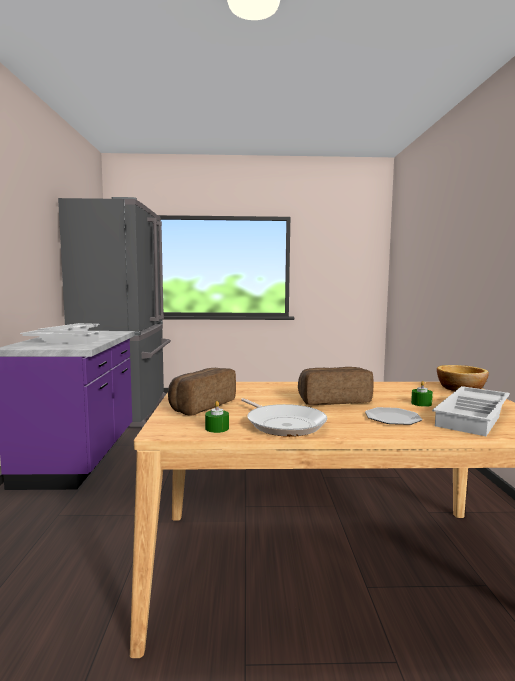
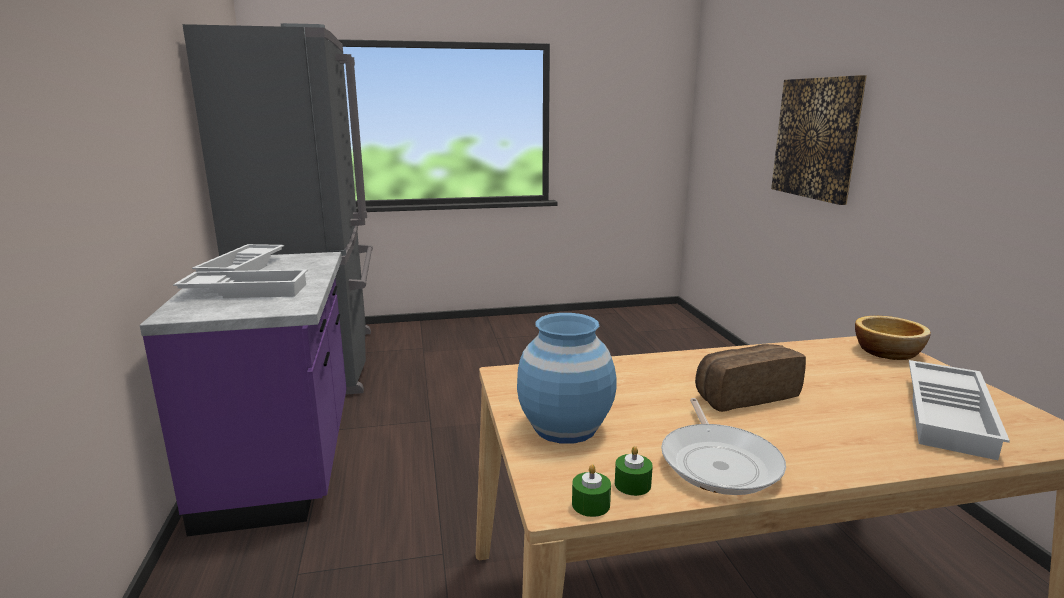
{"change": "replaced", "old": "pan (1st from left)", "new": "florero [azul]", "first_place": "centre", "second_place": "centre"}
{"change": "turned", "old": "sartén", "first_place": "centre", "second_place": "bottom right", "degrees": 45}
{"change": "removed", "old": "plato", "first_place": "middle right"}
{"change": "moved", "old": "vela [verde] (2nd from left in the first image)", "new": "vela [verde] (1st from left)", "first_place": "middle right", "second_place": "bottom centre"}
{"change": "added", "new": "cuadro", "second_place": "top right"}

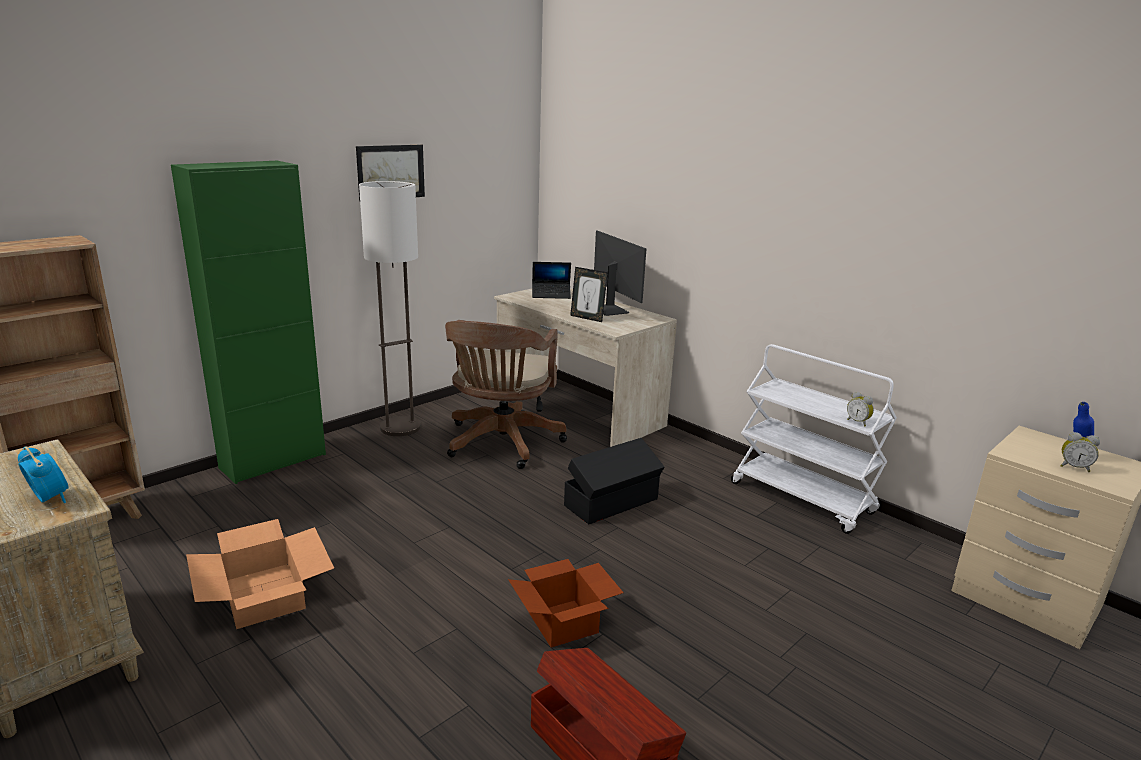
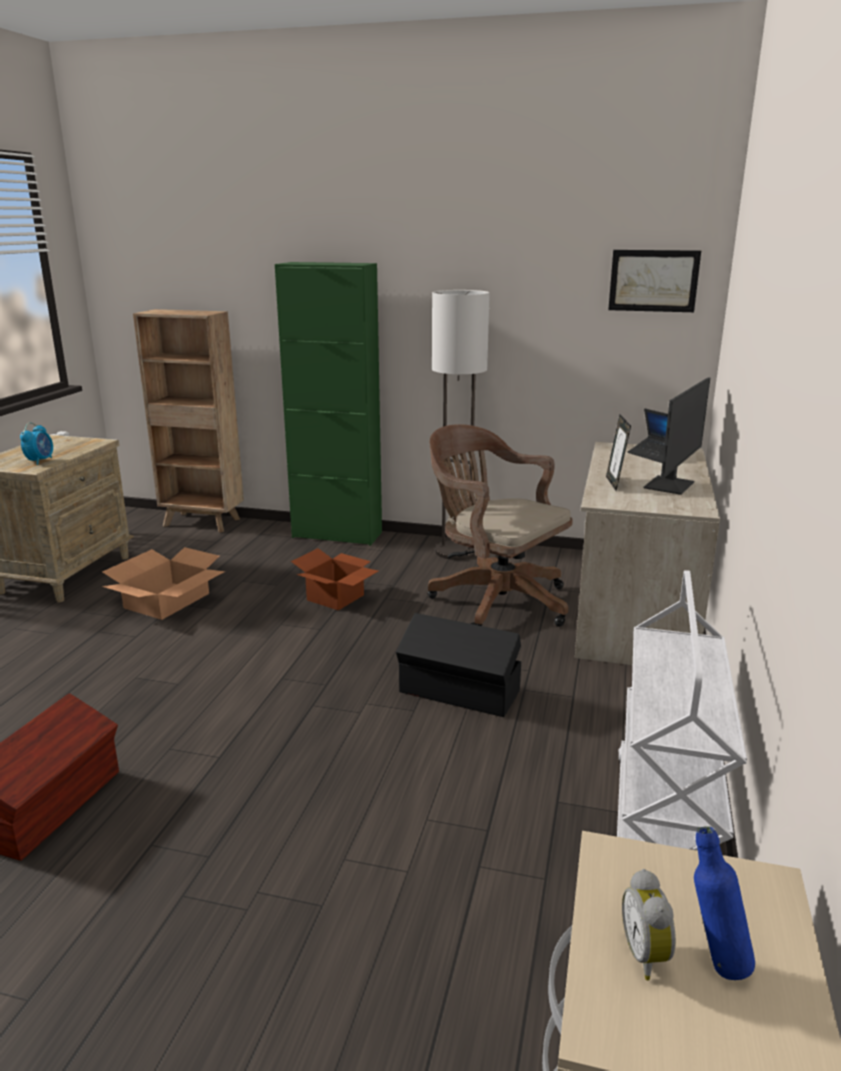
{"change": "moved", "old": "cuadro", "first_place": "top centre", "second_place": "top right"}
{"change": "turned", "old": "silla de oficina [marrón]", "first_place": "centre", "second_place": "centre", "degrees": 60}
{"change": "moved", "old": "caja de cartón (2nd from left)", "first_place": "bottom centre", "second_place": "centre"}
{"change": "removed", "old": "despertador (2nd from left)", "first_place": "middle right"}

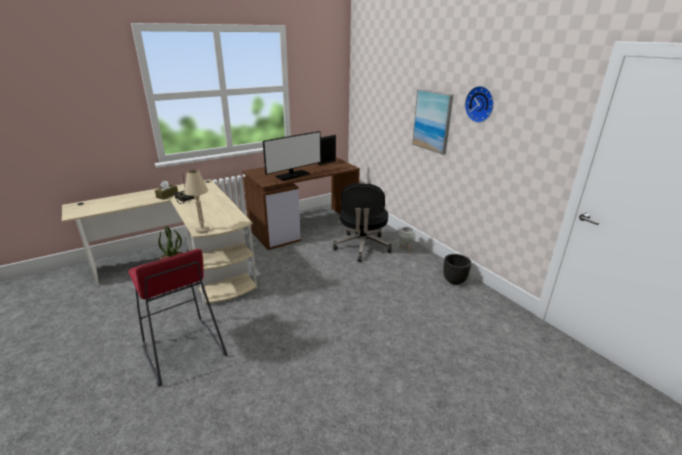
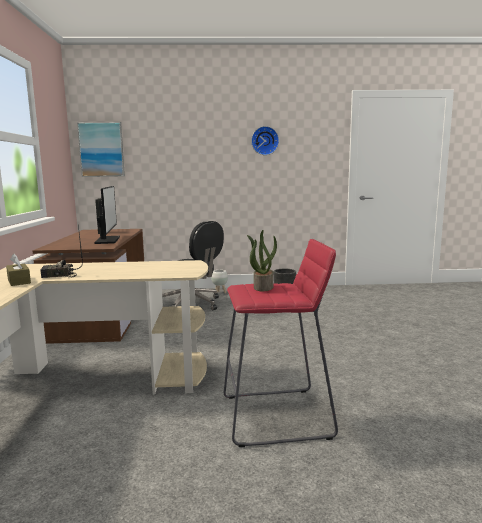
{"change": "removed", "old": "lámpara de mesa [beis]", "first_place": "middle left"}
{"change": "moved", "old": "cuadro", "first_place": "top centre", "second_place": "top left"}

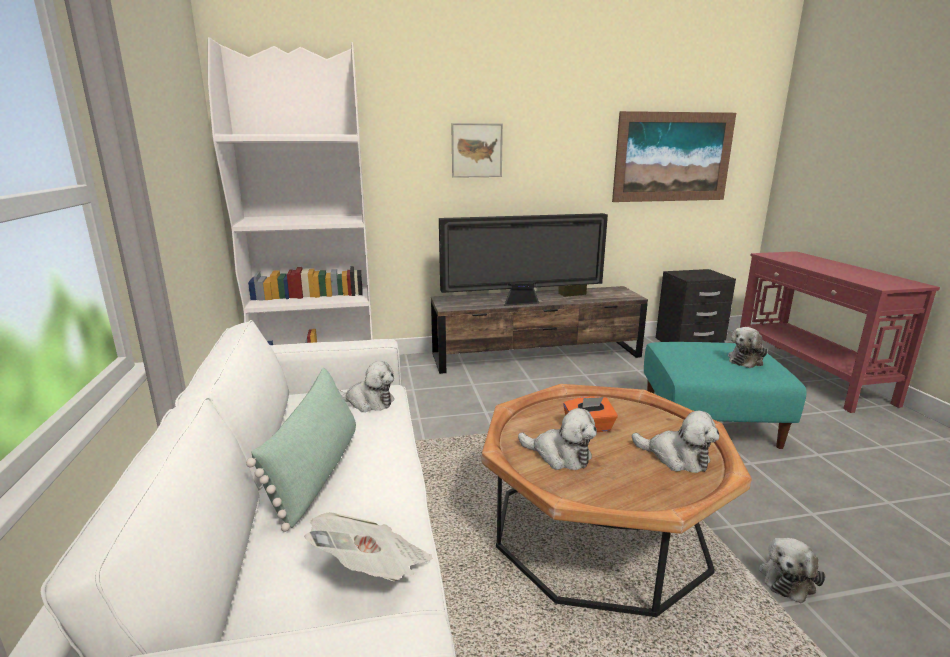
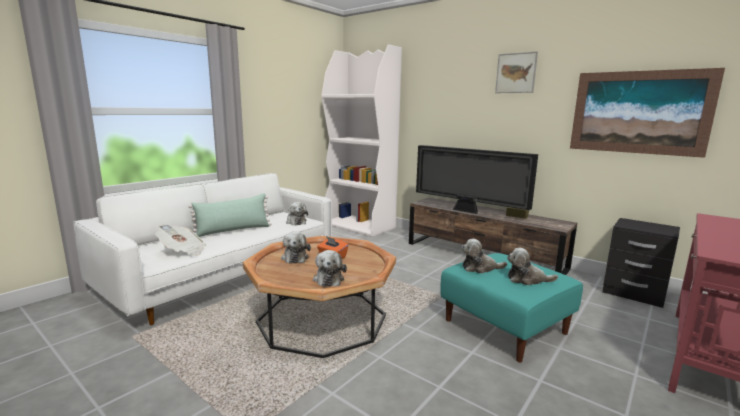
{"change": "moved", "old": "cuadro (1st from left)", "first_place": "top centre", "second_place": "top right"}
{"change": "moved", "old": "peluche (5th from left in the first image)", "new": "peluche (4th from left)", "first_place": "bottom right", "second_place": "centre"}

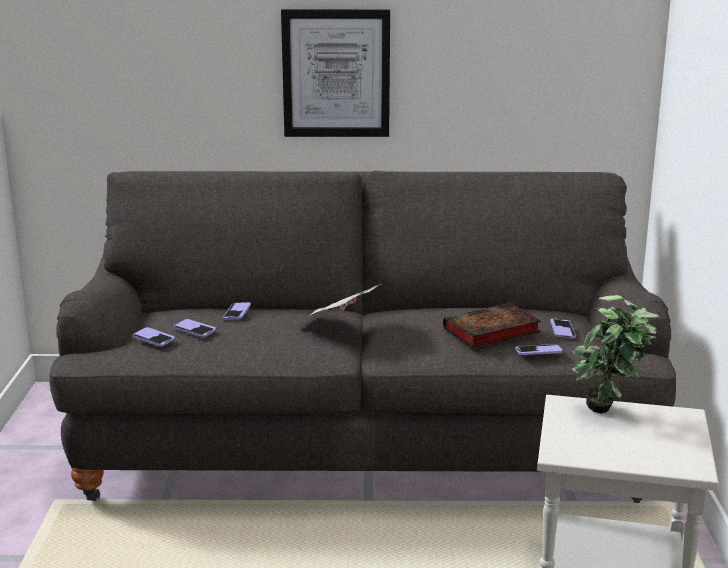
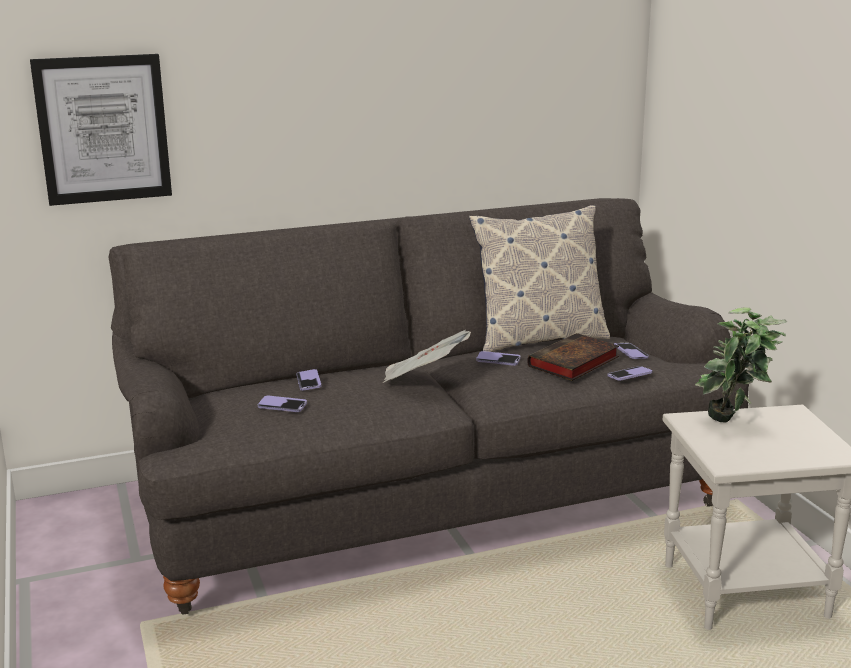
{"change": "moved", "old": "móvil (1st from left in the first image)", "new": "móvil (3rd from left)", "first_place": "middle left", "second_place": "centre"}
{"change": "moved", "old": "cuadro", "first_place": "top centre", "second_place": "top left"}
{"change": "added", "new": "cojín", "second_place": "centre"}

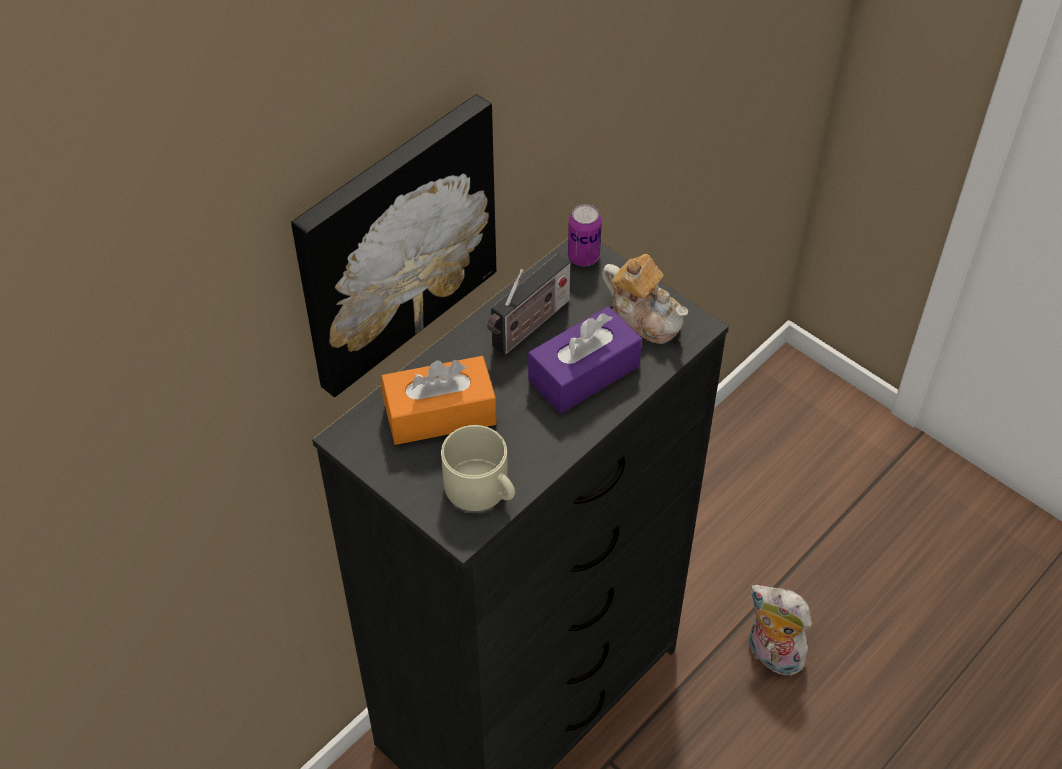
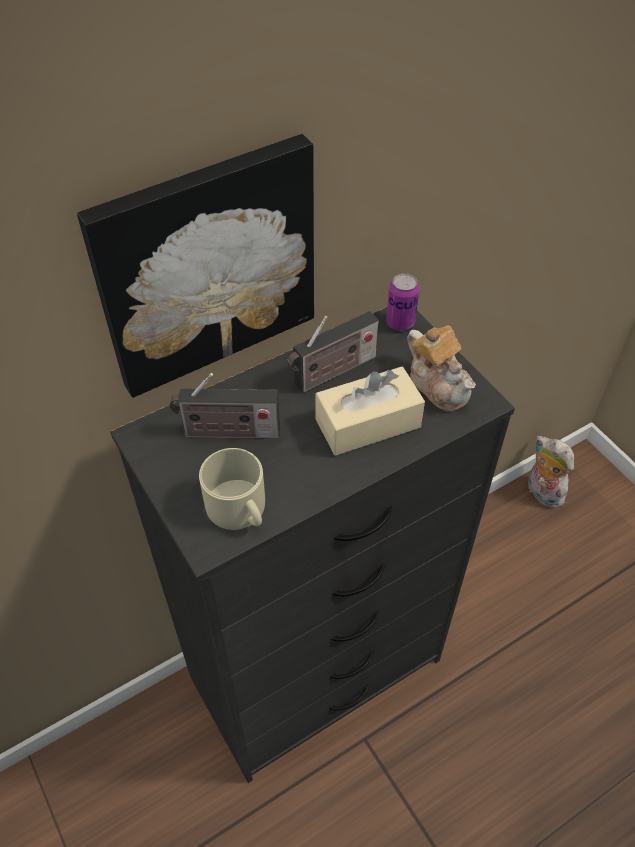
{"change": "replaced", "old": "caja de pañuelos [naranja]", "new": "radio (1st from left)", "first_place": "centre", "second_place": "centre"}
{"change": "recoloured", "old": "caja de pañuelos [morado]", "new": "caja de pañuelos [beis]", "first_place": "centre", "second_place": "centre"}
{"change": "moved", "old": "peluche", "first_place": "bottom right", "second_place": "middle right"}

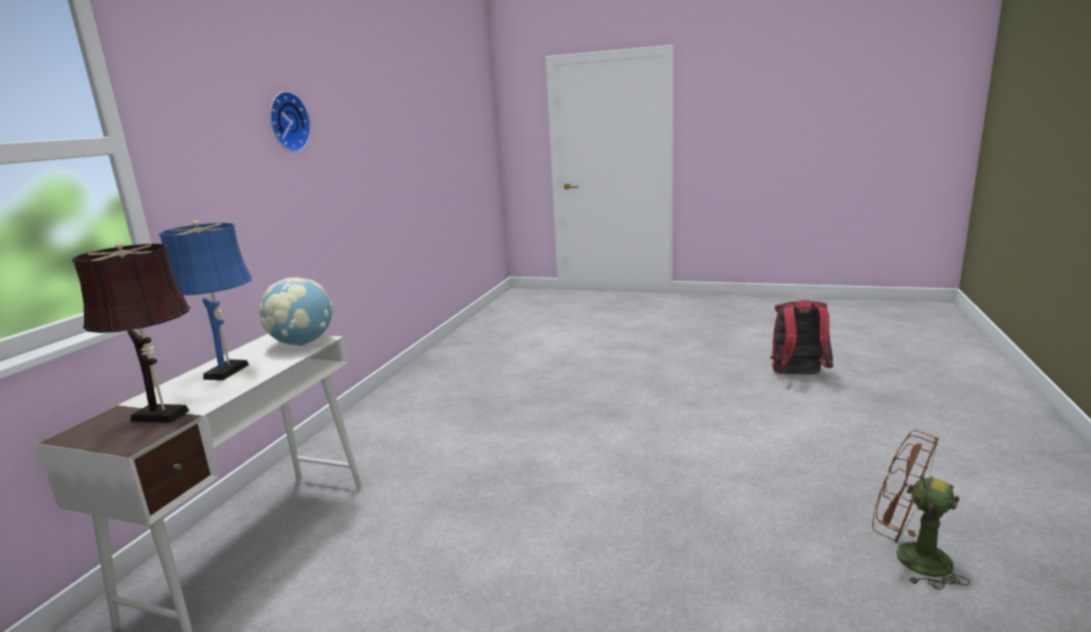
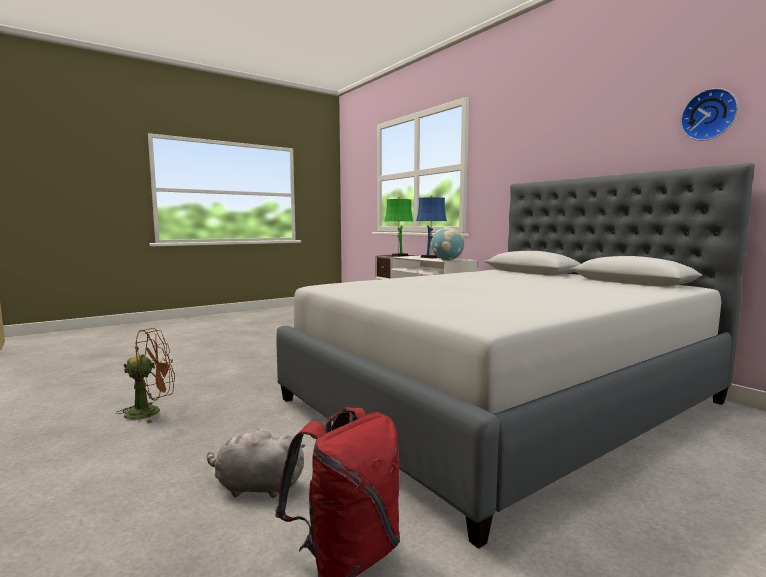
{"change": "recoloured", "old": "lámpara de mesa [marrón]", "new": "lámpara de mesa [verde]", "first_place": "middle left", "second_place": "centre"}
{"change": "moved", "old": "reloj de pared", "first_place": "top left", "second_place": "top right"}
{"change": "added", "new": "peluche [gris]", "second_place": "bottom centre"}
{"change": "added", "new": "cama [gris]", "second_place": "middle right"}

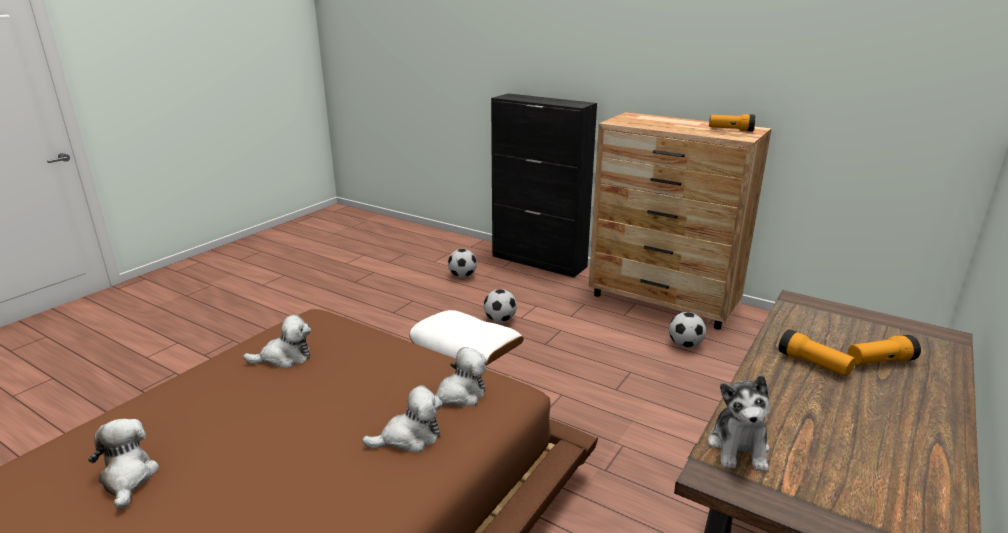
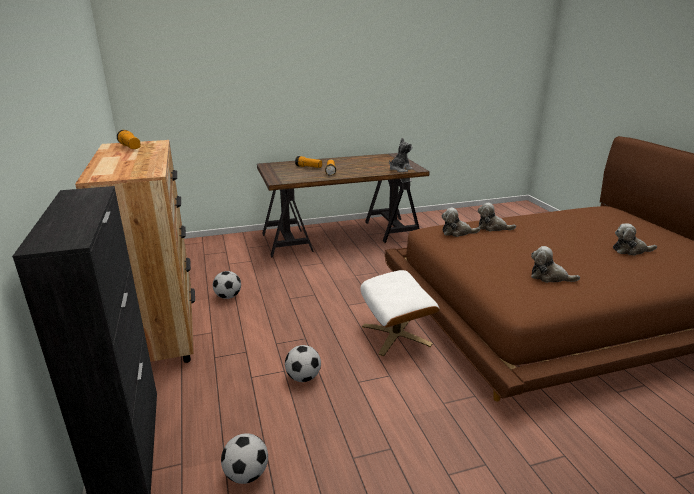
{"change": "turned", "old": "peluche (1st from left in the first image)", "first_place": "bottom left", "second_place": "middle right", "degrees": 75}

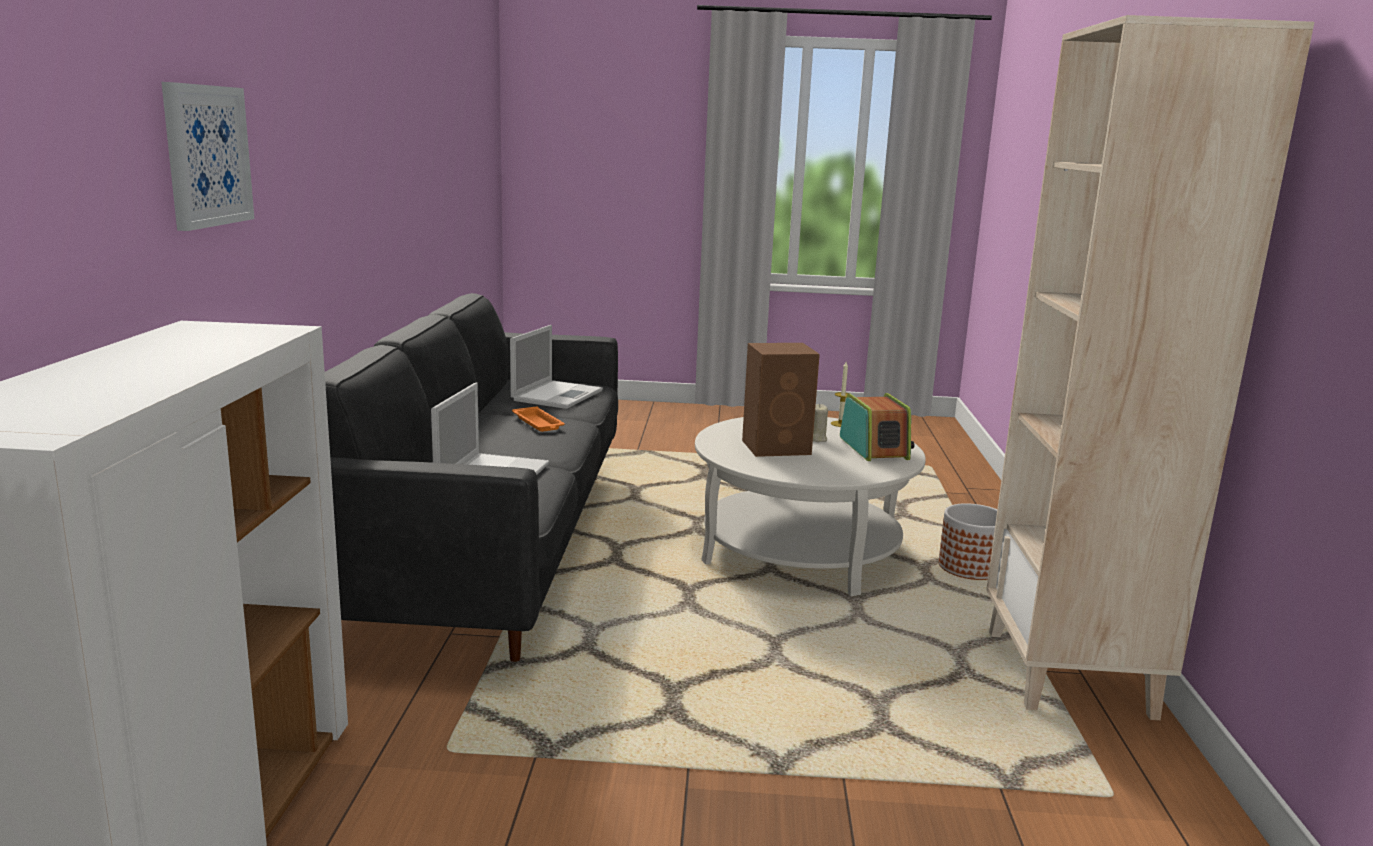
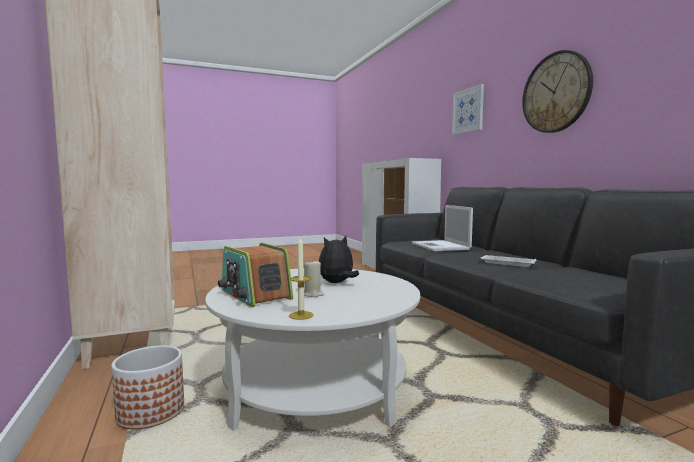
{"change": "removed", "old": "portátil (2nd from left)", "first_place": "centre"}
{"change": "recoloured", "old": "bandeja [naranja]", "new": "bandeja [blanco]", "first_place": "centre", "second_place": "middle right"}
{"change": "replaced", "old": "altavoz [marrón]", "new": "peluche", "first_place": "centre", "second_place": "centre"}
{"change": "added", "new": "reloj de pared", "second_place": "top right"}

